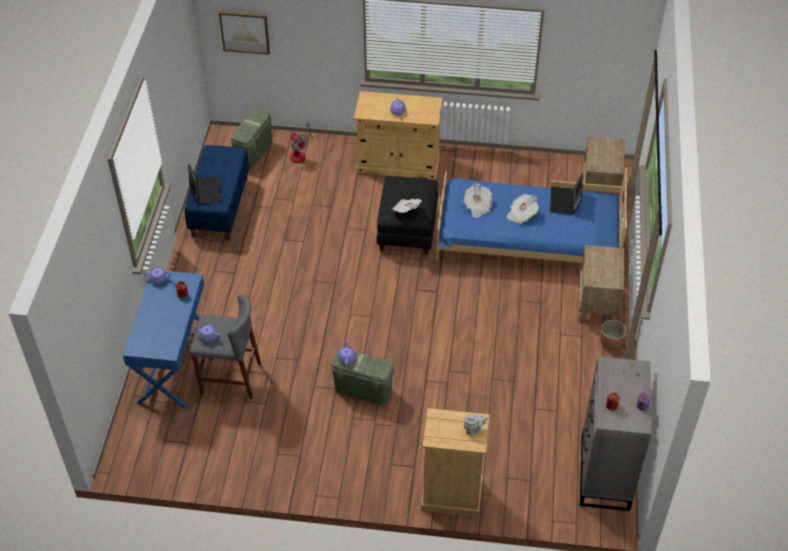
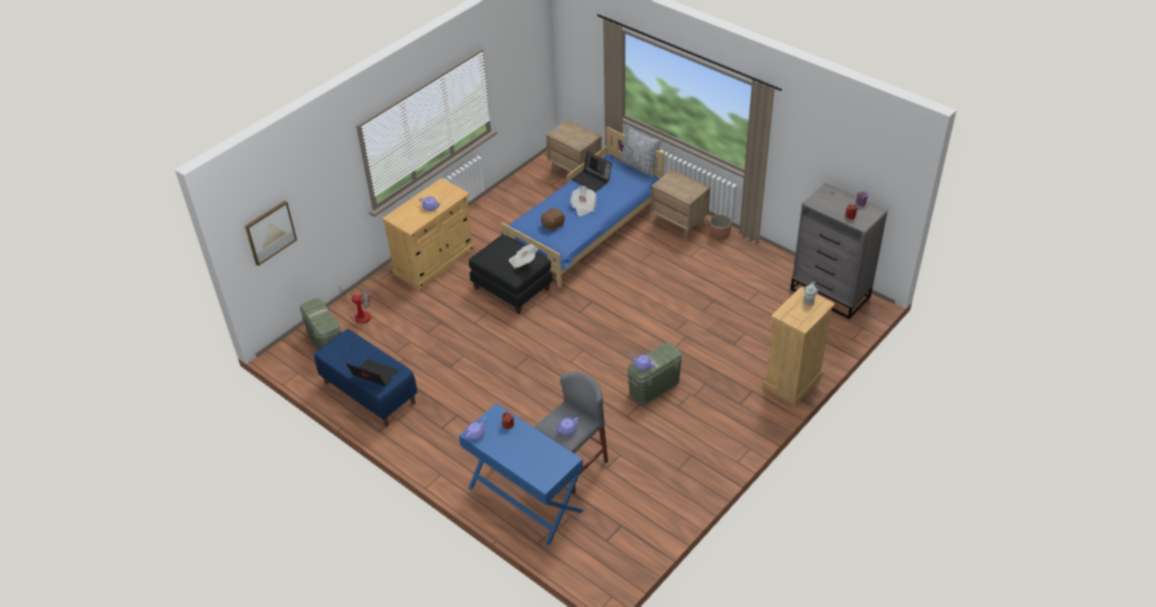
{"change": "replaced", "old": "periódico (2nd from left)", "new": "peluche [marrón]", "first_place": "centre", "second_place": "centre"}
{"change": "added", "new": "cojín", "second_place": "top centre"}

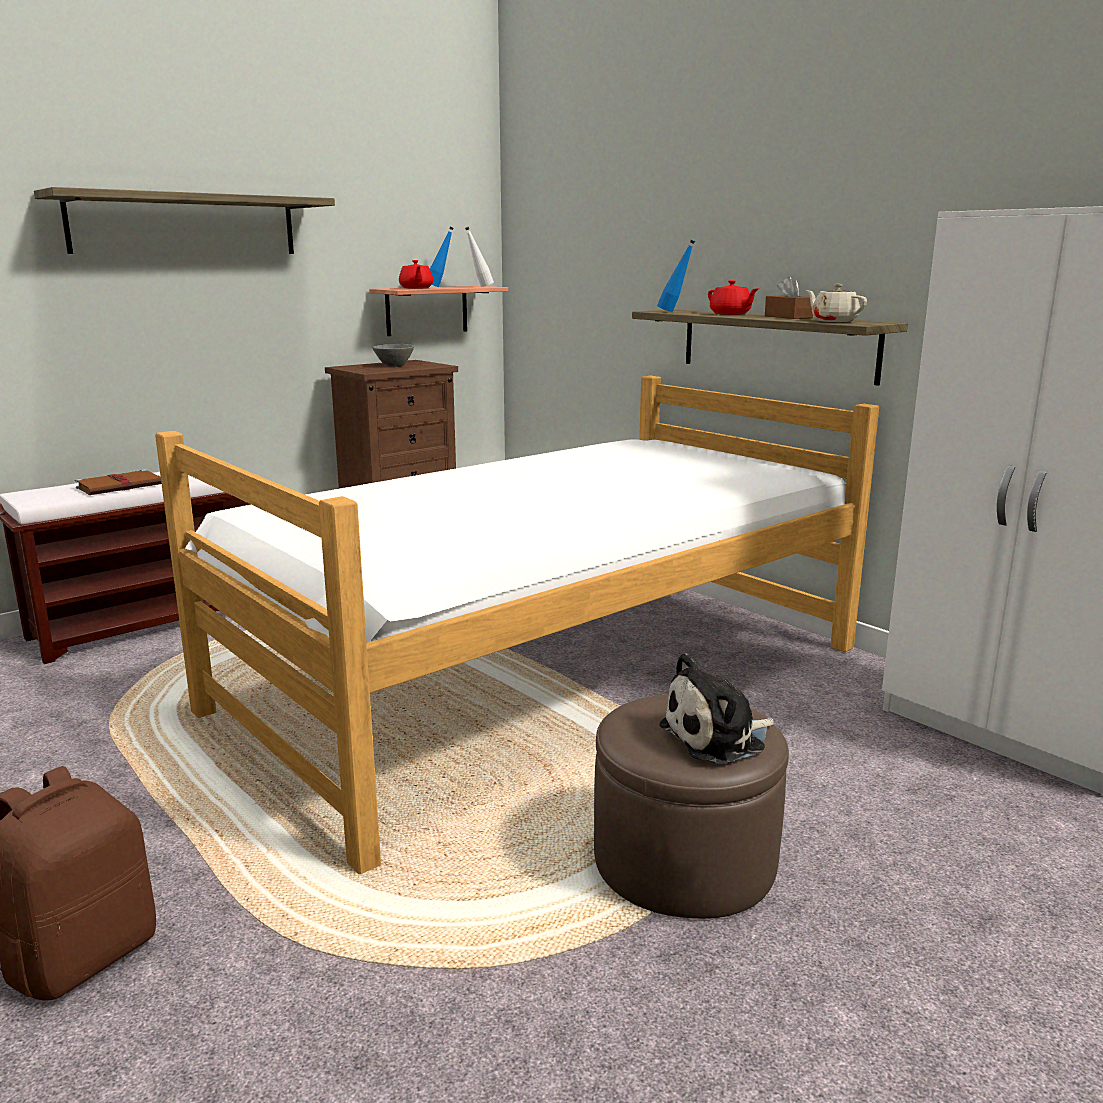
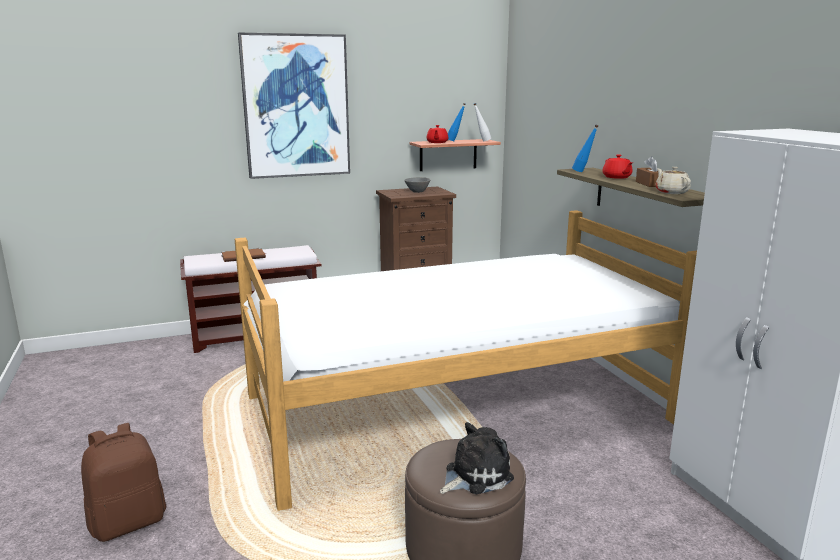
{"change": "replaced", "old": "estante (1st from left)", "new": "cuadro", "first_place": "top left", "second_place": "top centre"}
{"change": "turned", "old": "peluche", "first_place": "centre", "second_place": "bottom centre", "degrees": 150}

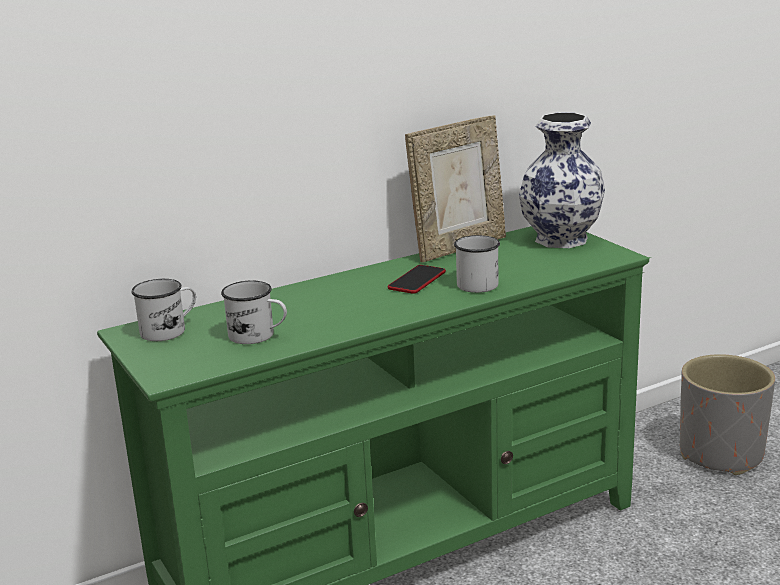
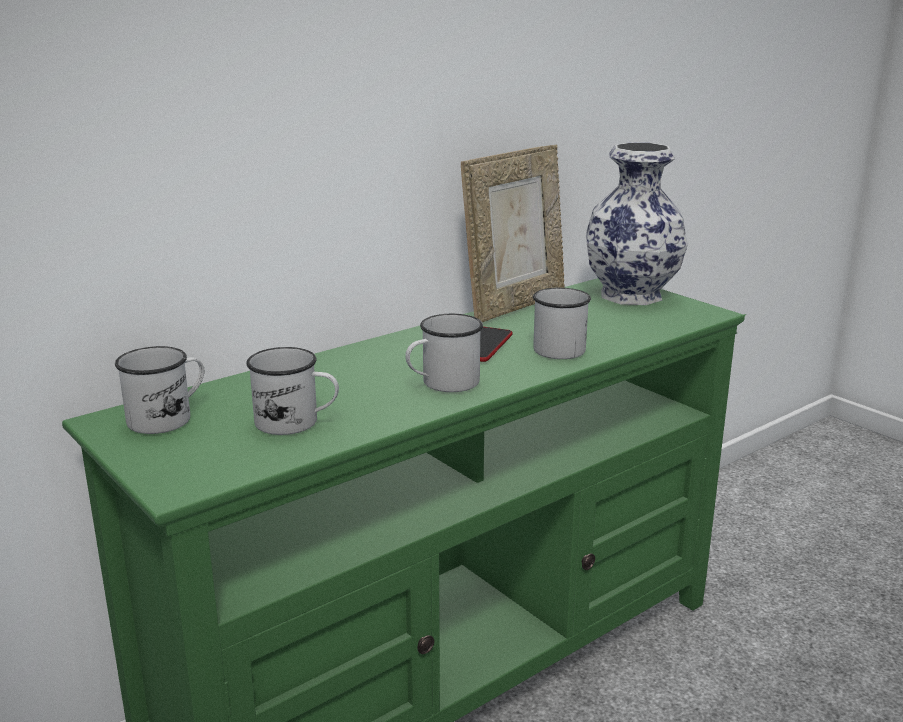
{"change": "removed", "old": "maceta [gris]", "first_place": "bottom right"}
{"change": "added", "new": "taza grande [blanco] (3rd from left)", "second_place": "centre"}

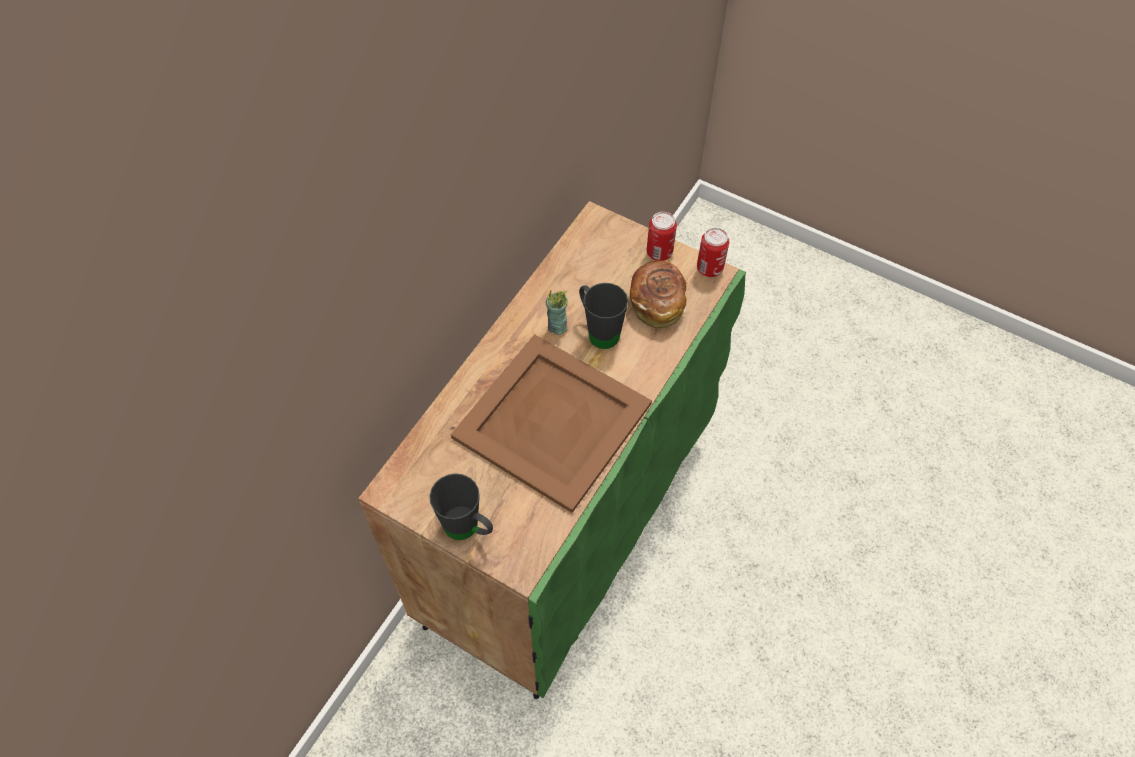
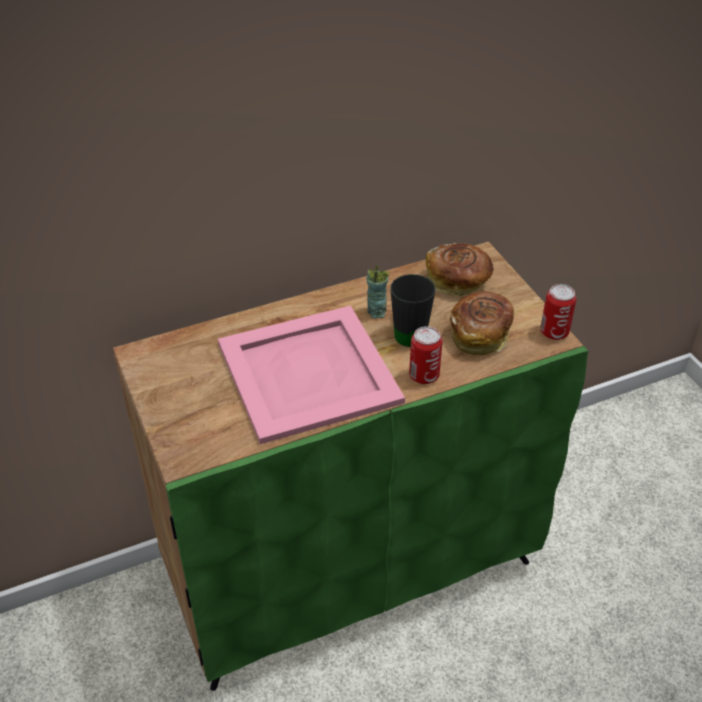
{"change": "removed", "old": "taza grande [negro] (1st from left)", "first_place": "bottom centre"}
{"change": "recoloured", "old": "bandeja [marrón]", "new": "bandeja [rosa]", "first_place": "centre", "second_place": "centre"}
{"change": "moved", "old": "lata (1st from left)", "first_place": "top centre", "second_place": "centre"}
{"change": "added", "new": "pan (1st from left)", "second_place": "centre"}

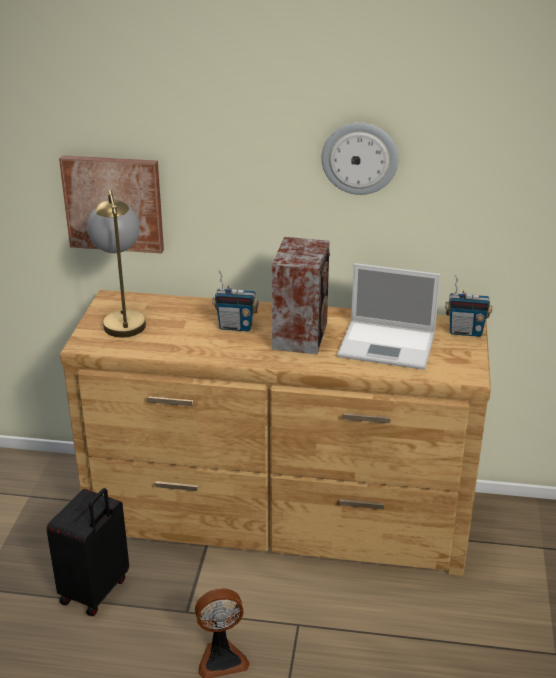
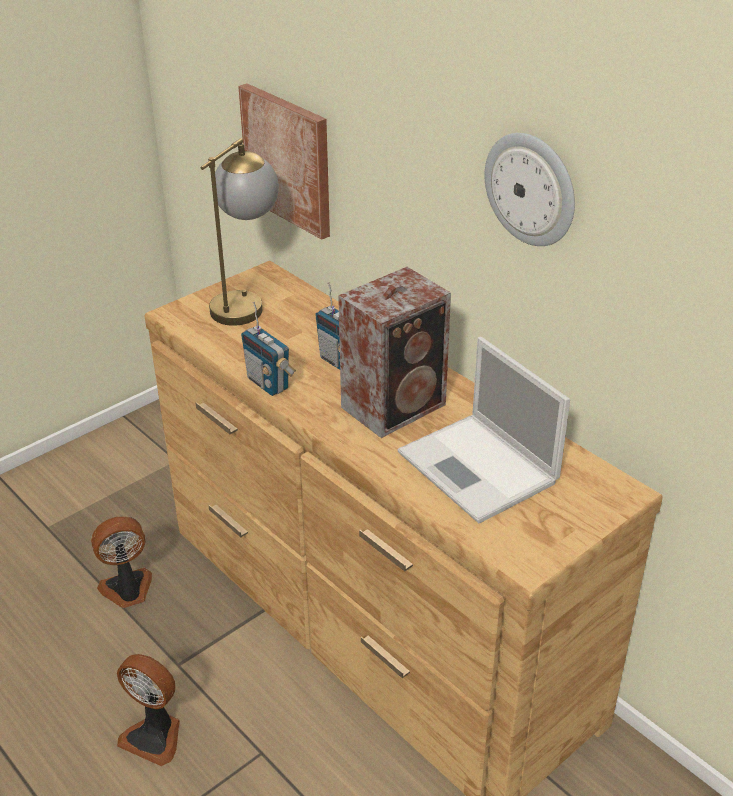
{"change": "replaced", "old": "maleta [negro]", "new": "ventilador (1st from left)", "first_place": "bottom left", "second_place": "bottom left"}
{"change": "moved", "old": "radio (2nd from left in the first image)", "new": "radio (1st from left)", "first_place": "middle right", "second_place": "centre"}

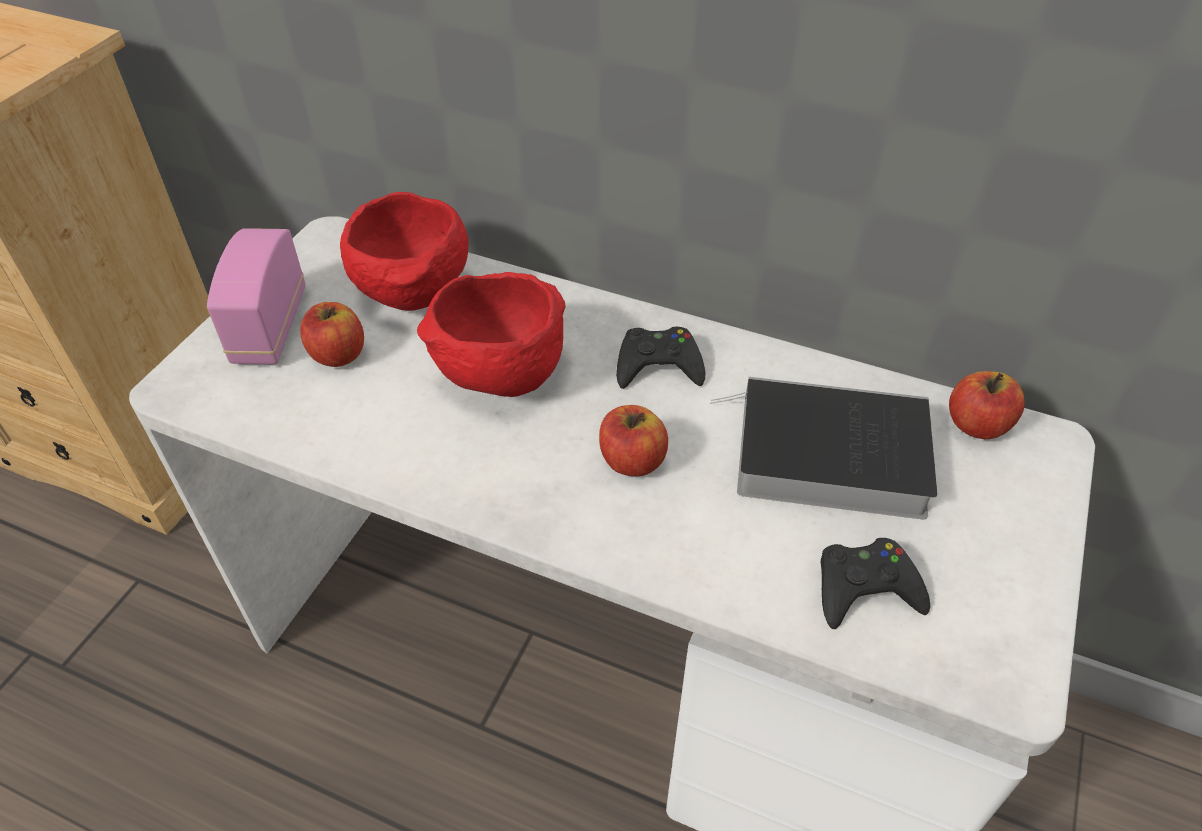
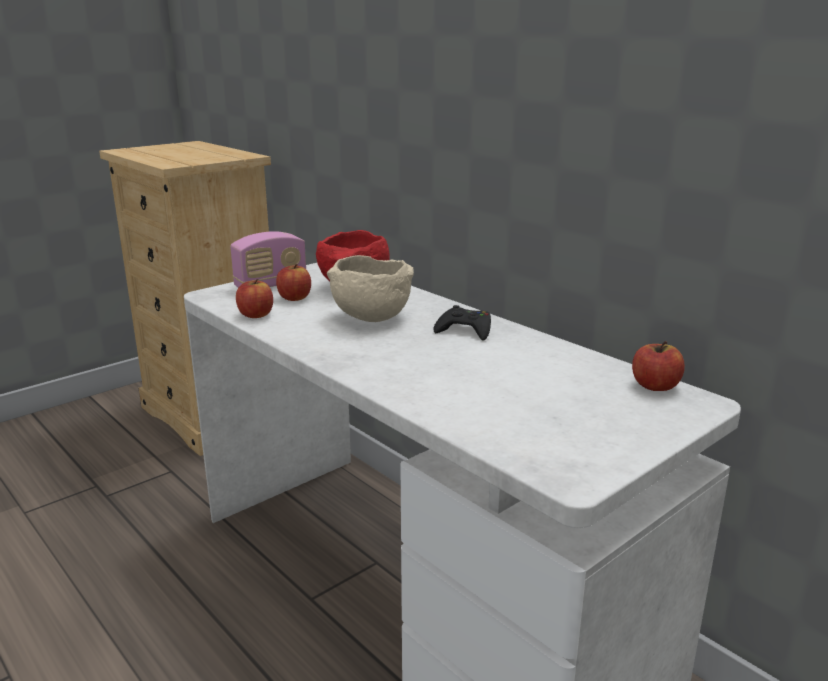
{"change": "turned", "old": "radio", "first_place": "middle left", "second_place": "middle left", "degrees": -150}
{"change": "recoloured", "old": "cuenco [rojo] (2nd from left)", "new": "cuenco [beis]", "first_place": "centre", "second_place": "centre"}
{"change": "moved", "old": "manzana (2nd from left in the first image)", "new": "manzana (1st from left)", "first_place": "centre", "second_place": "middle left"}
{"change": "removed", "old": "libro", "first_place": "middle right"}
{"change": "removed", "old": "mando de consola [negro] (2nd from left)", "first_place": "bottom right"}

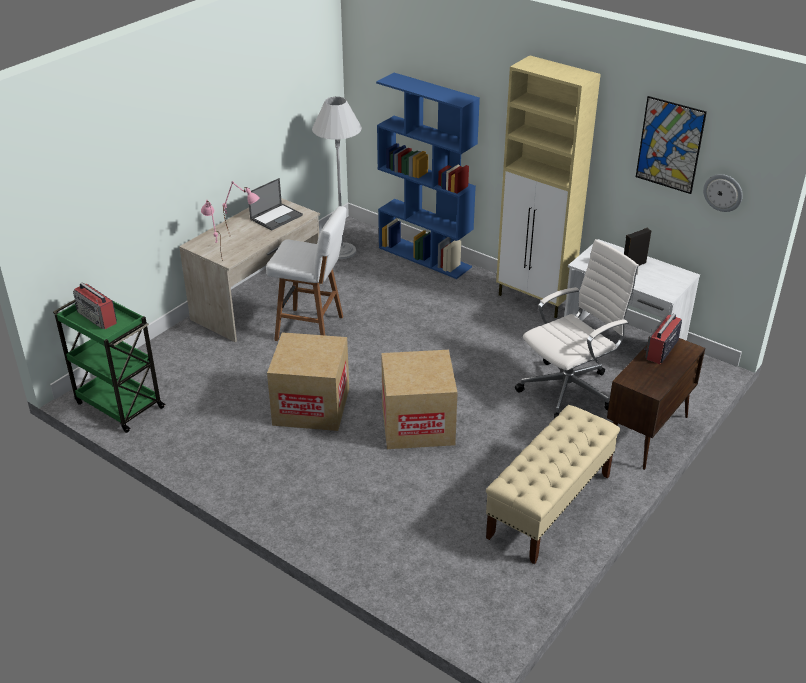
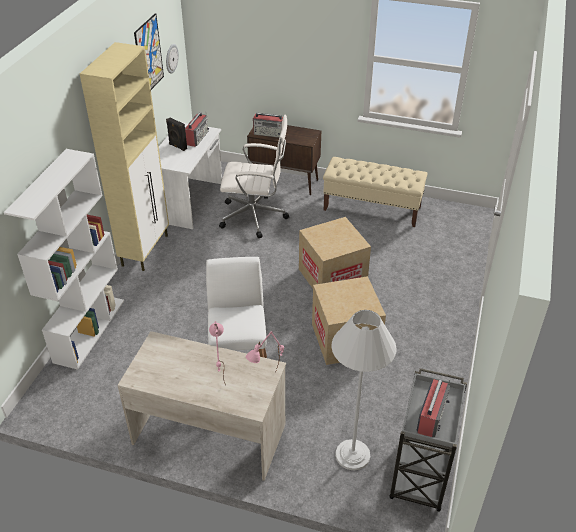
{"change": "recoloured", "old": "carrito [verde]", "new": "carrito [gris]", "first_place": "middle left", "second_place": "bottom right"}
{"change": "removed", "old": "portátil", "first_place": "top centre"}
{"change": "moved", "old": "lámpara de pie [blanco]", "first_place": "top centre", "second_place": "bottom centre"}
{"change": "recoloured", "old": "estantería [azul]", "new": "estantería [blanco]", "first_place": "top centre", "second_place": "middle left"}
{"change": "turned", "old": "silla de oficina [blanco]", "first_place": "middle right", "second_place": "top centre", "degrees": 150}
{"change": "added", "new": "radio (1st from left)", "second_place": "top centre"}

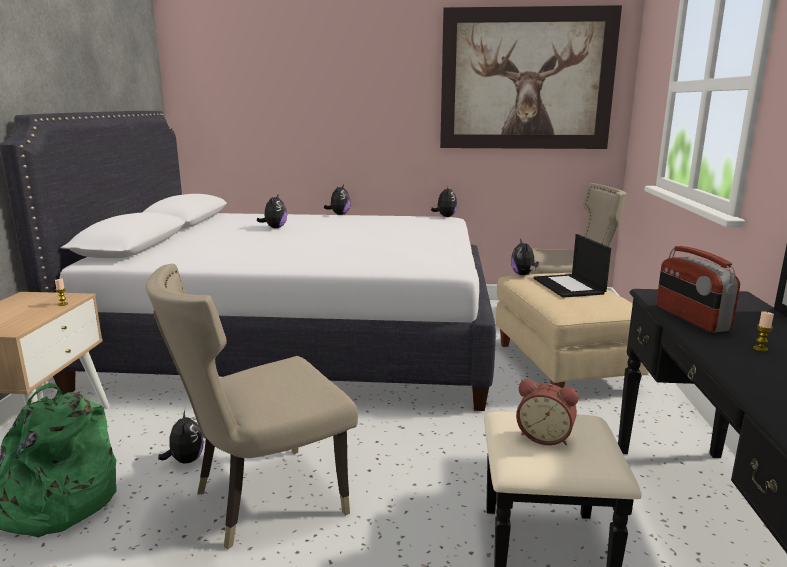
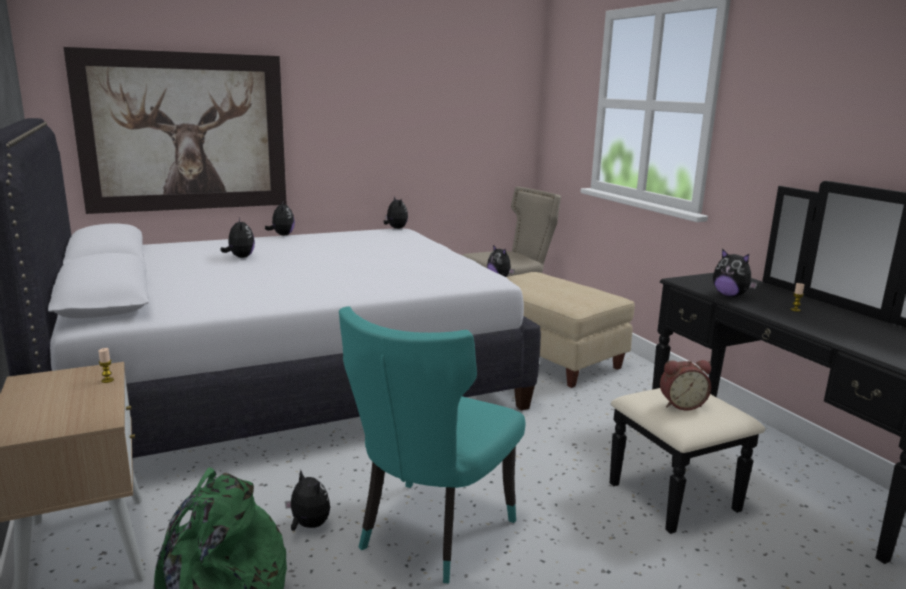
{"change": "recoloured", "old": "silla [beis] (1st from left)", "new": "silla [turquesa]", "first_place": "bottom left", "second_place": "bottom centre"}
{"change": "moved", "old": "cuadro", "first_place": "top right", "second_place": "top left"}
{"change": "removed", "old": "portátil", "first_place": "middle right"}
{"change": "replaced", "old": "radio", "new": "peluche (6th from left)", "first_place": "middle right", "second_place": "middle right"}

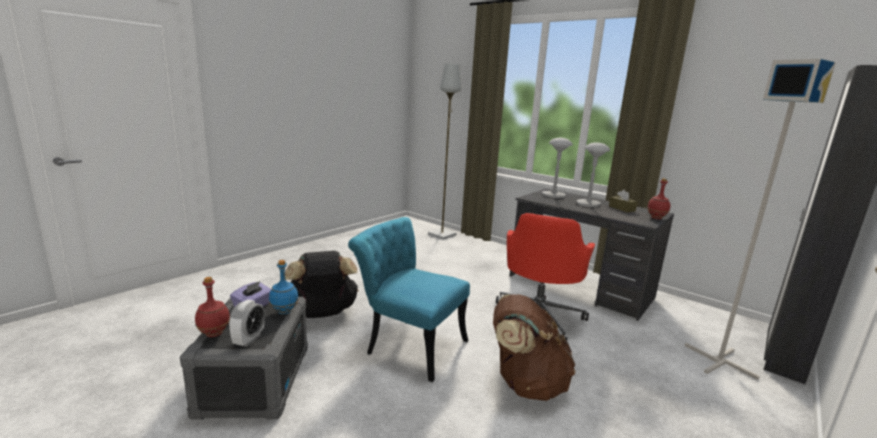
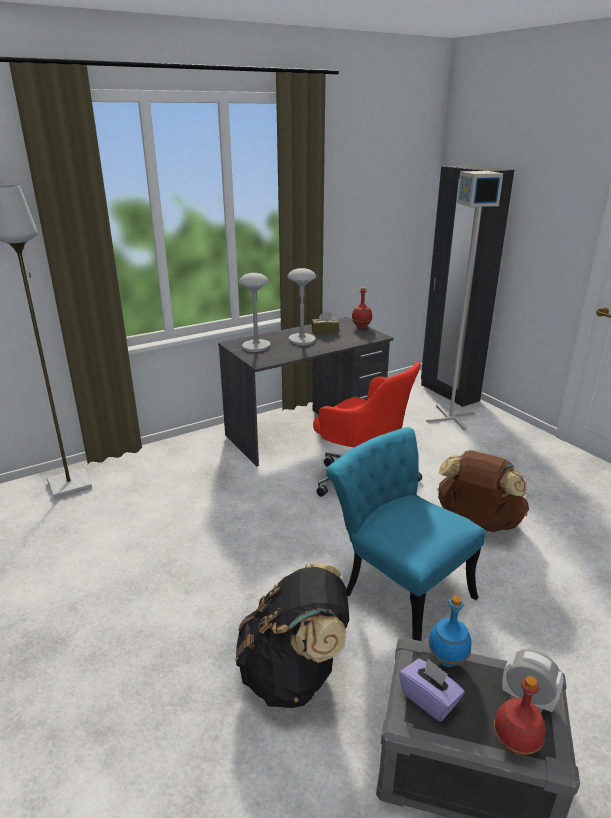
{"change": "turned", "old": "silla [turquesa]", "first_place": "bottom centre", "second_place": "centre", "degrees": 90}

